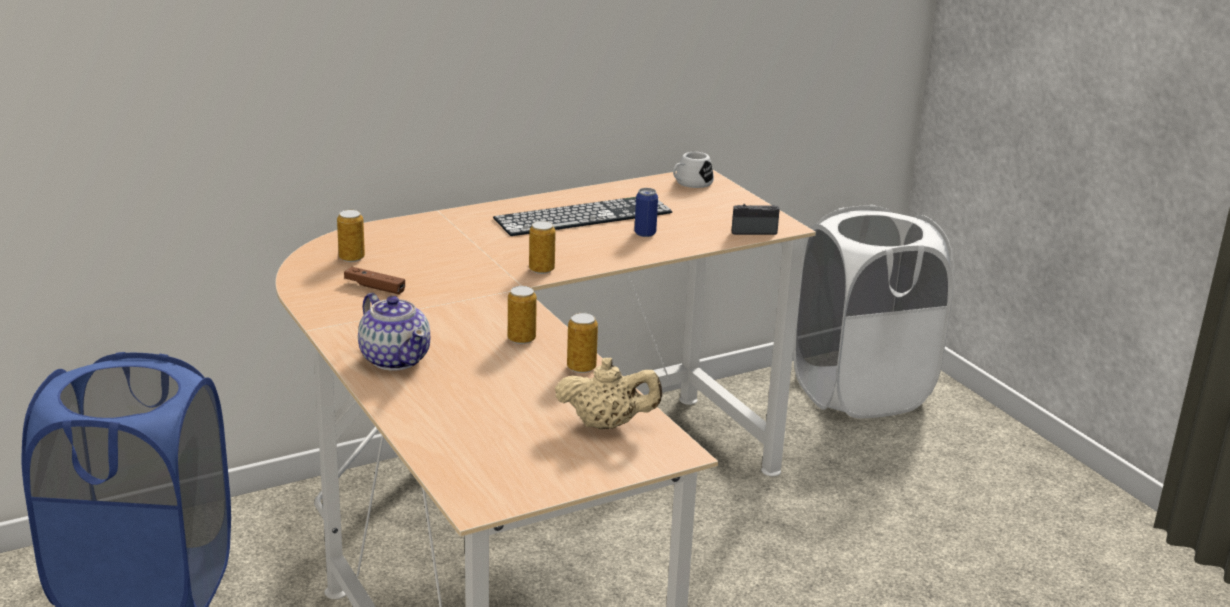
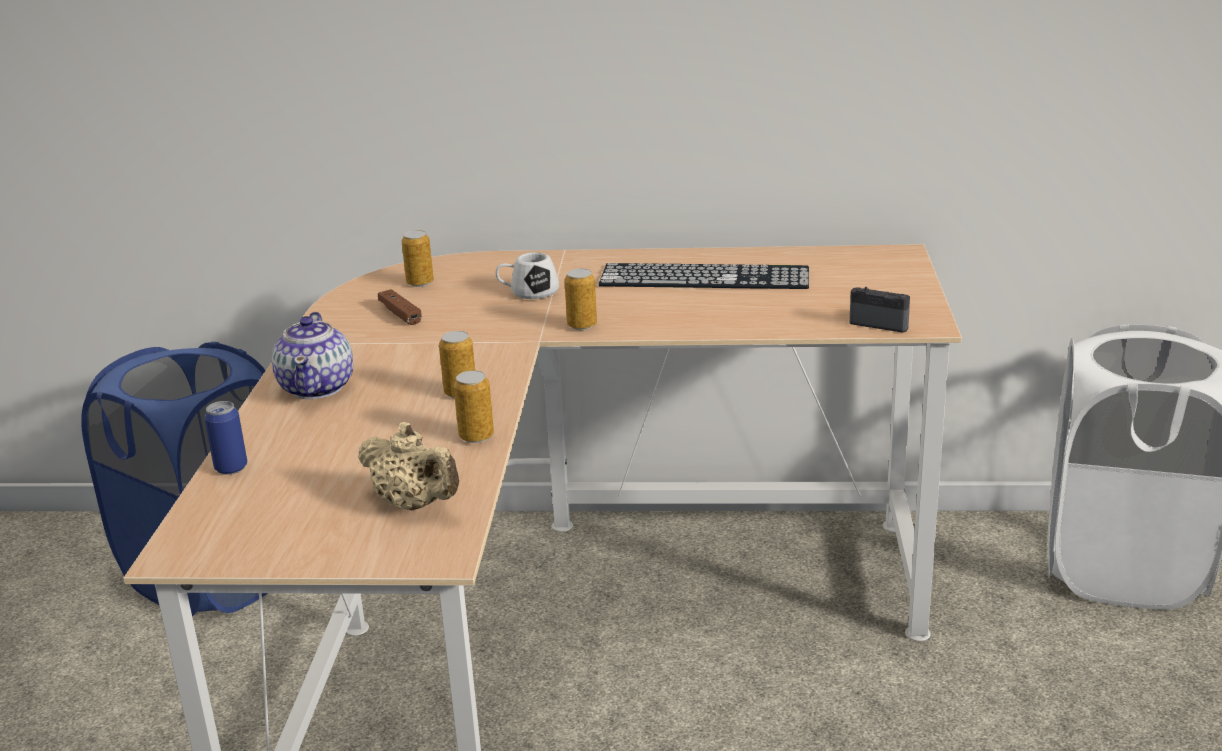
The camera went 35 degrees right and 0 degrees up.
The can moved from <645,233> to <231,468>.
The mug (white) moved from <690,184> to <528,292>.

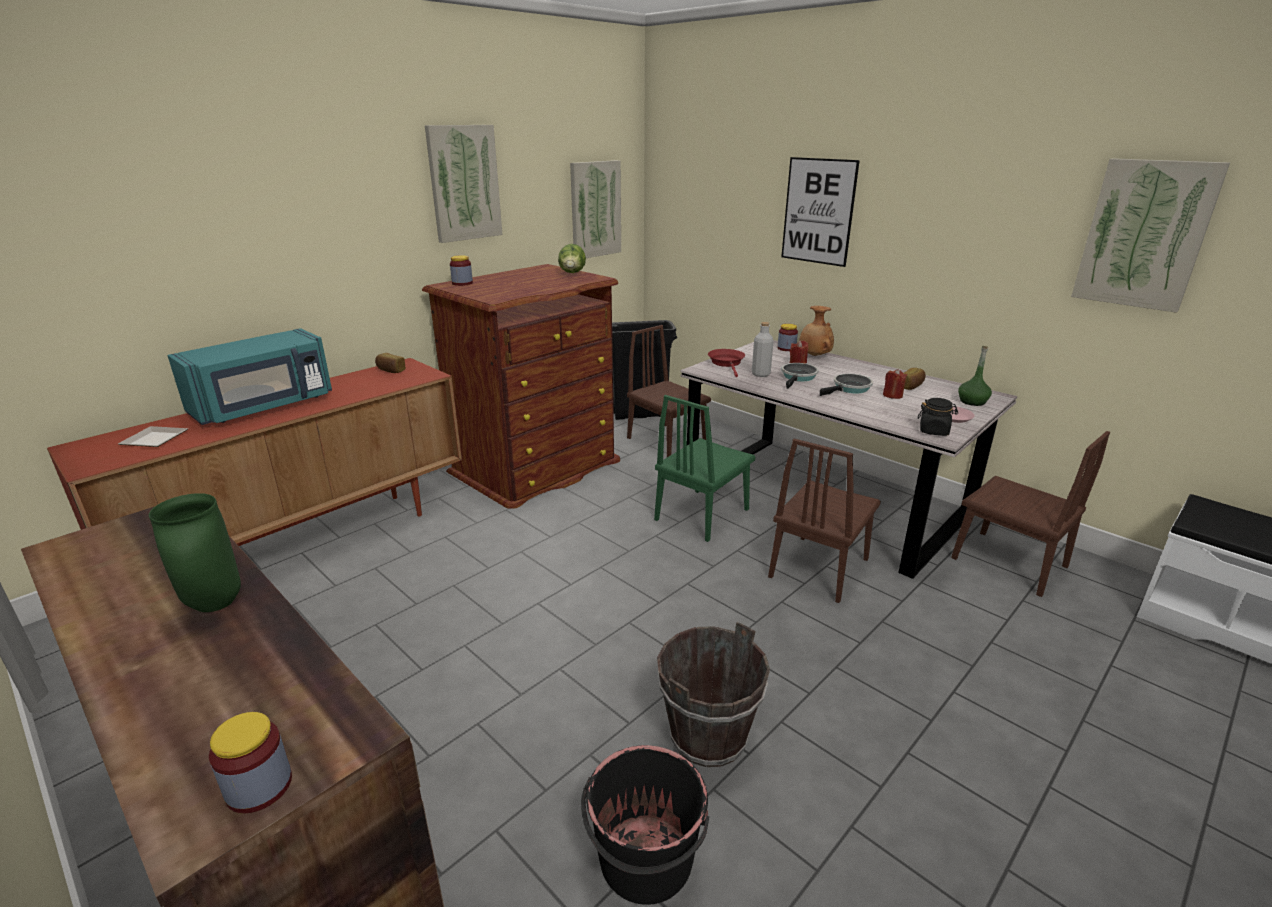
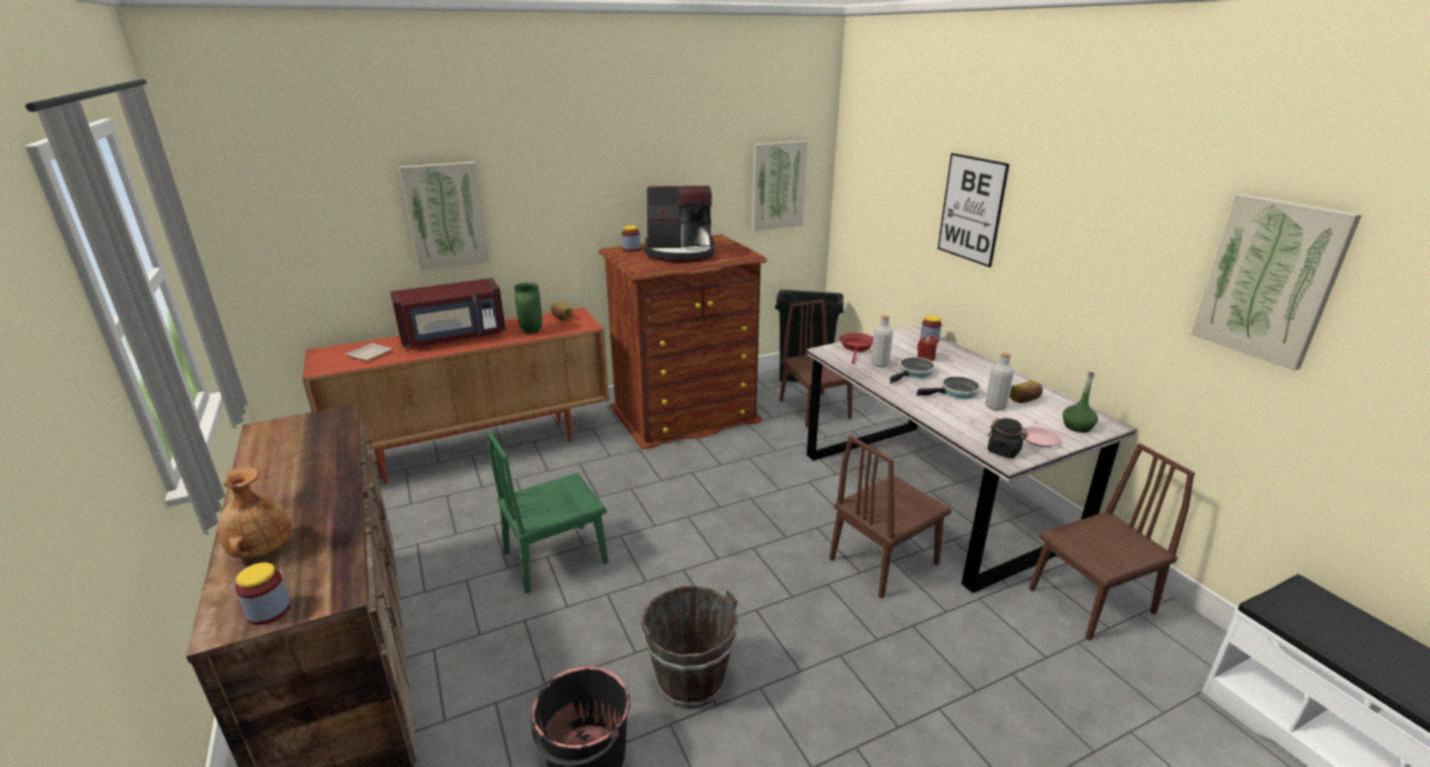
The camera went 20 degrees right and 0 degrees up.
The vase (brown) moved from <814,356> to <262,551>.
The microwave (turquoise) at <264,406> became the microwave (red) at <454,337>.
The picture moved from <464,183> to <446,215>.
The chair (green) moved from <702,514> to <556,557>.
The vase (green) moved from <217,604> to <532,331>.
The coffee machine at <680,253> appeared.
The candle (red) at <892,395> was replaced by the bottle (grey) at <995,406>.
The chair (brown) at <1008,562> turned 90 degrees counterclockwise.
The lettuce at <572,274> disappeared.

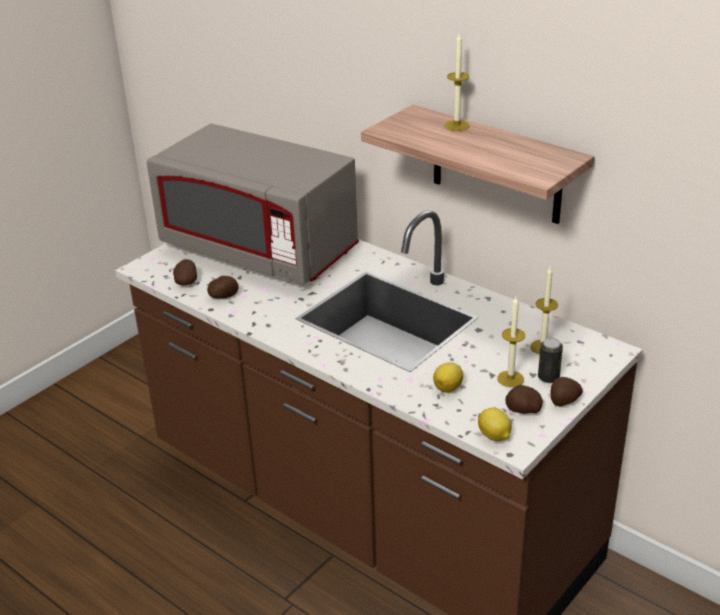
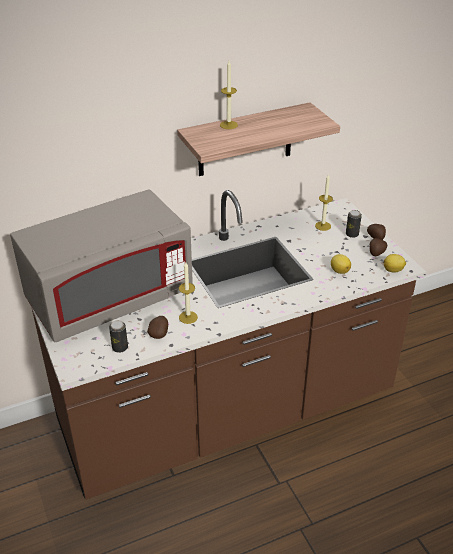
The camera went 65 degrees left and 5 degrees up.
The potato at <186,281> was replaced by the can at <120,347>.
The candle moved from <510,379> to <188,317>.

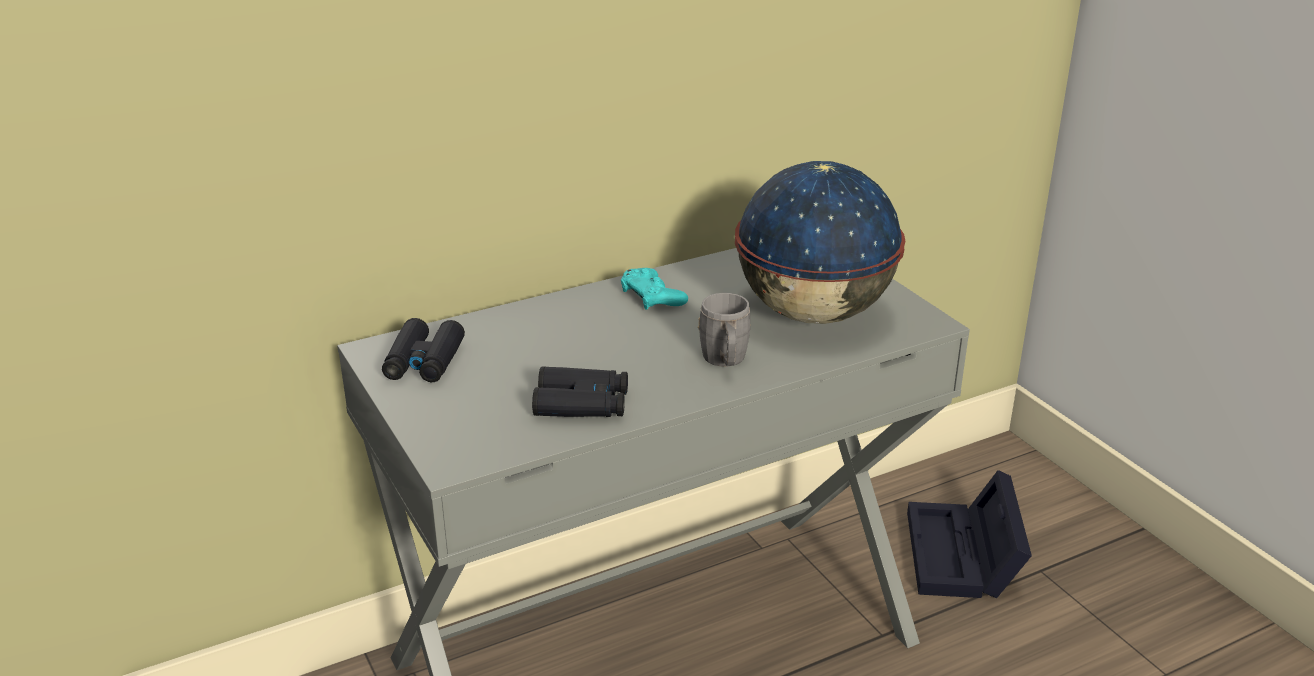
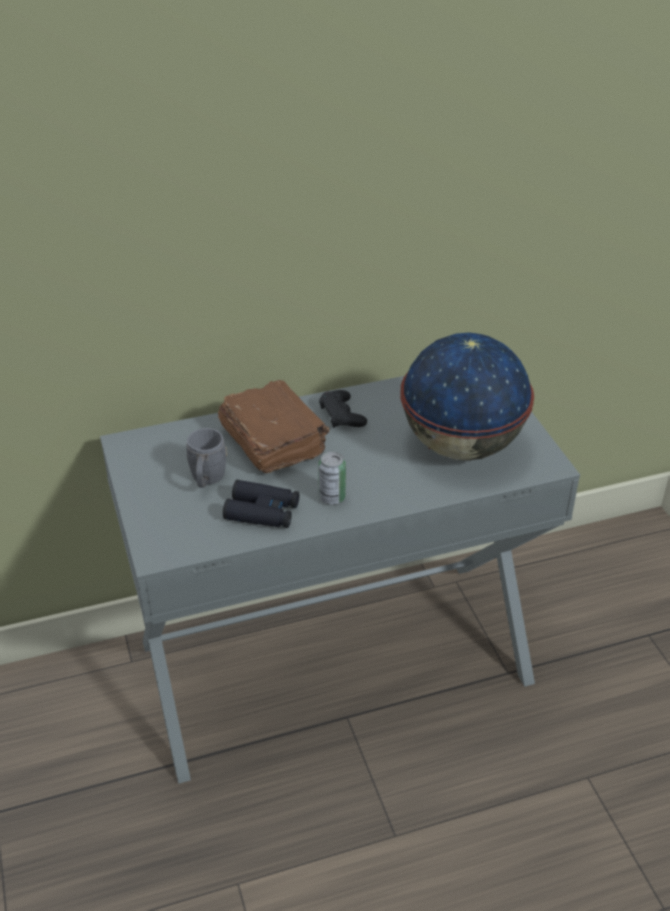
The camera went 10 degrees right and 10 degrees up.
The mug (grey) moved from <725,362> to <207,480>.
The book (brown) at <273,441> appeared.
The can at <332,497> appeared.
The game controller (turquoise) at <652,297> became the game controller (black) at <342,415>.
The binoculars (black) at <424,362> disappeared.
The storage box (black) at <964,557> disappeared.

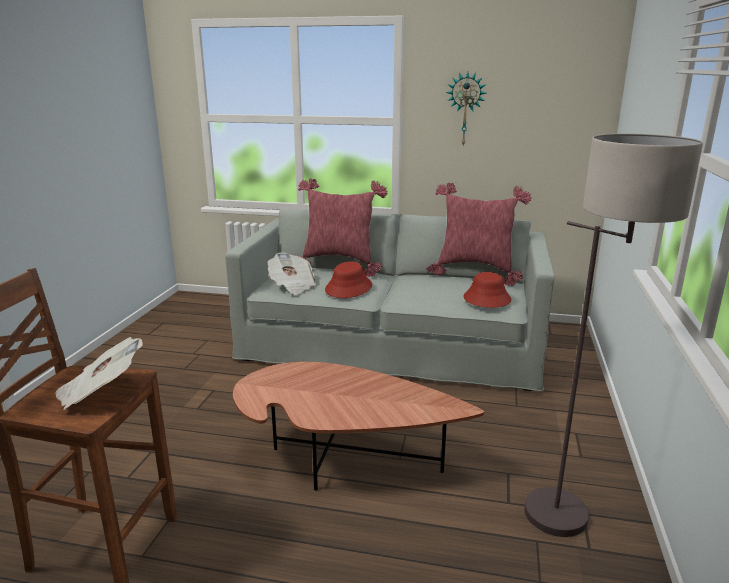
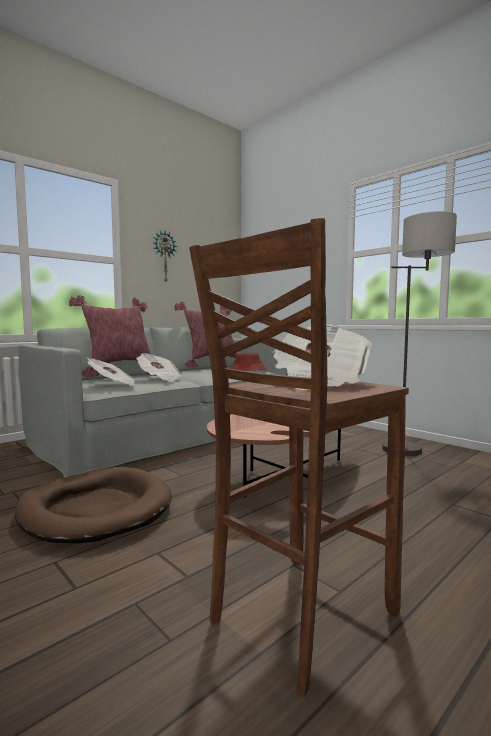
The camera went 55 degrees left and 15 degrees down.
The dog bed (brown) at <96,509> appeared.
The hat (red) at <349,288> was replaced by the newspaper at <159,379>.

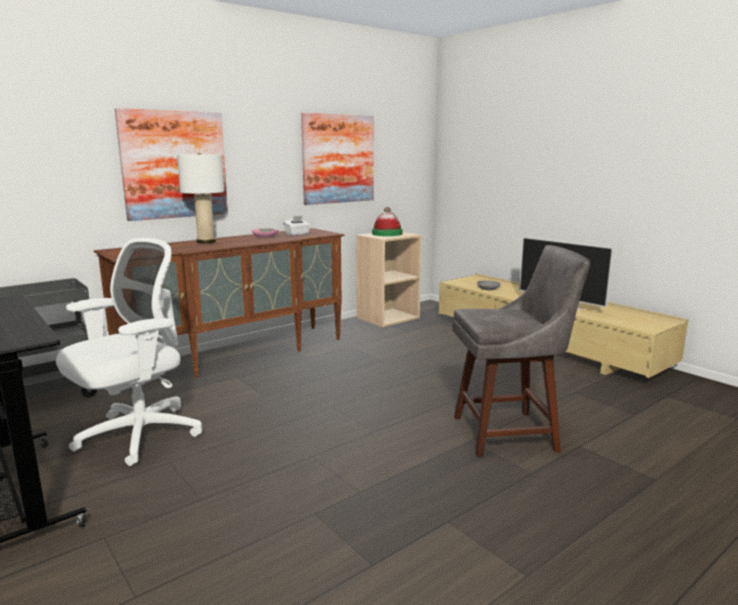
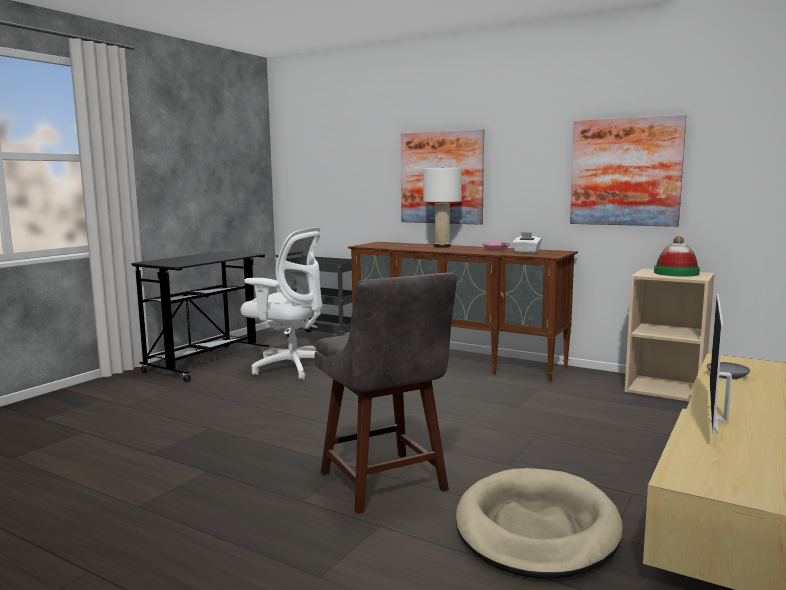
The camera went 70 degrees right and 5 degrees down.
The dog bed (beige) at <536,528> appeared.

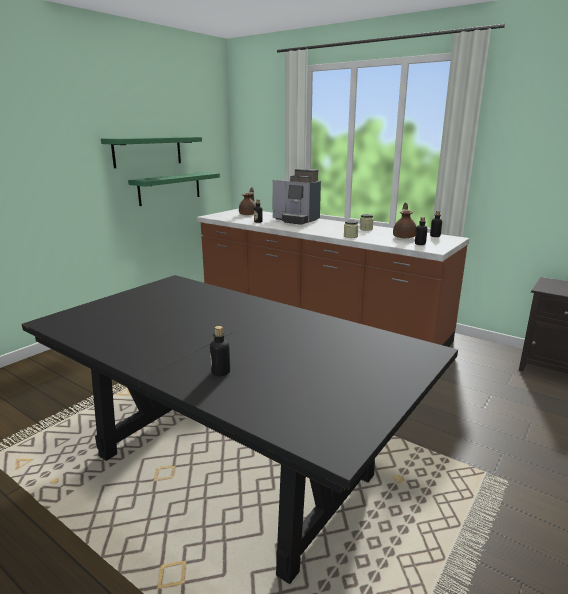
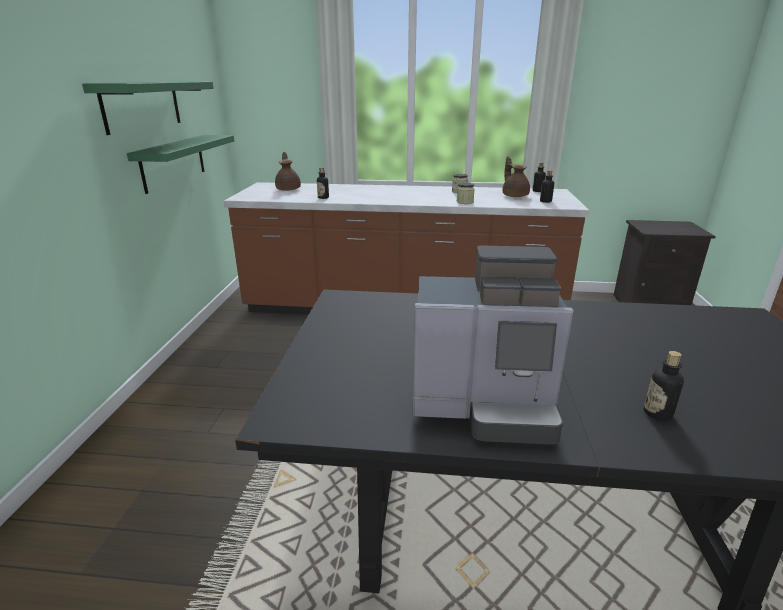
The camera went 30 degrees left and 5 degrees up.
The coffee machine moved from <296,220> to <485,406>.

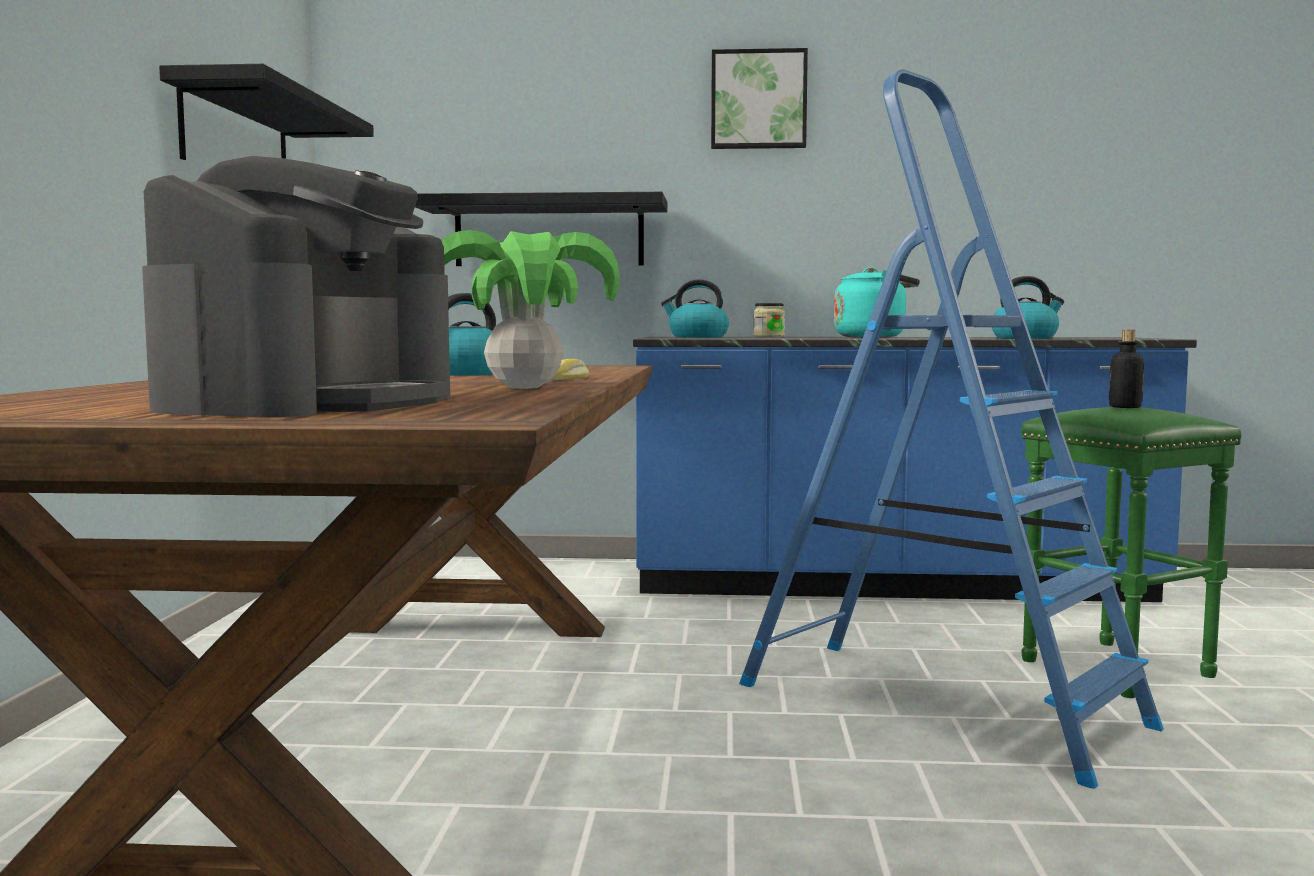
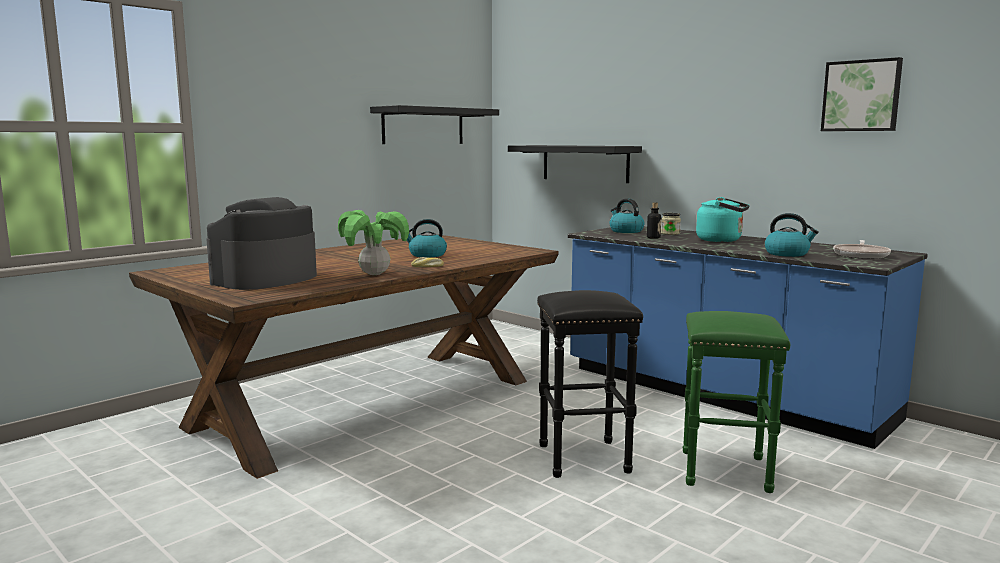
The camera went 40 degrees right and 5 degrees up.
The coffee machine at <311,403> turned 150 degrees clockwise.
The step ladder (blue) at <941,705> was replaced by the stool (black) at <585,457>.
The bottle moved from <1125,407> to <653,237>.
The picture moved from <758,100> to <861,96>.
The frying pan at <861,255> appeared.

